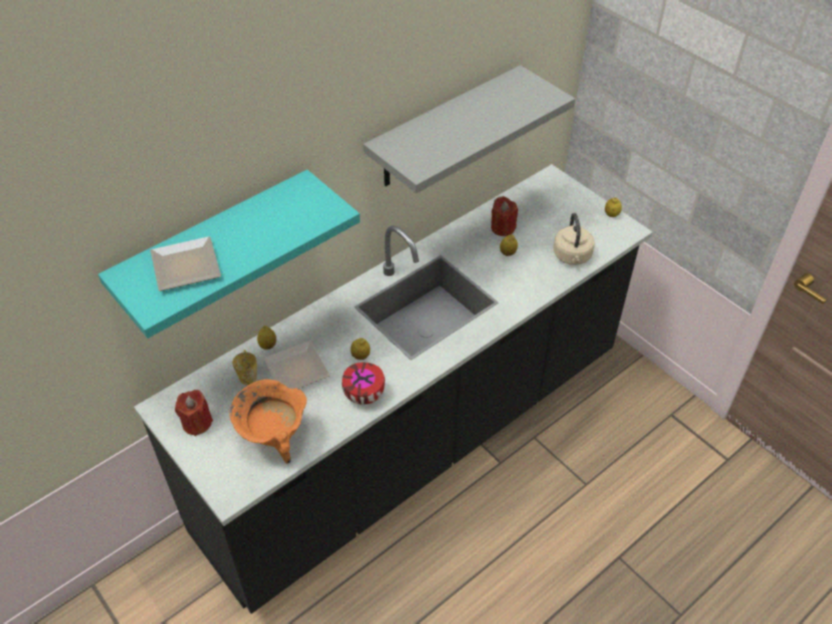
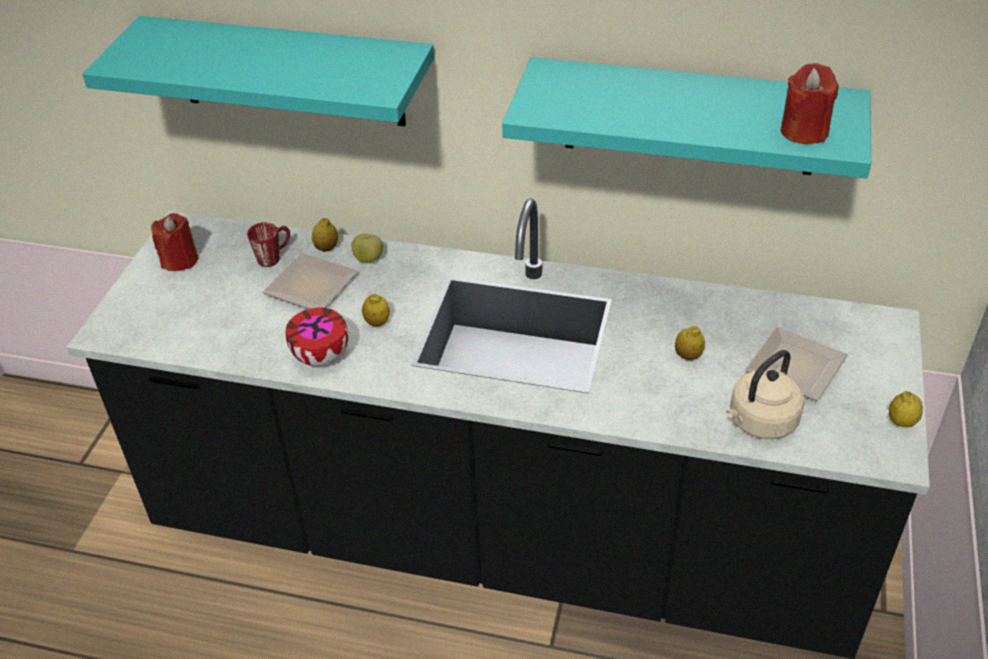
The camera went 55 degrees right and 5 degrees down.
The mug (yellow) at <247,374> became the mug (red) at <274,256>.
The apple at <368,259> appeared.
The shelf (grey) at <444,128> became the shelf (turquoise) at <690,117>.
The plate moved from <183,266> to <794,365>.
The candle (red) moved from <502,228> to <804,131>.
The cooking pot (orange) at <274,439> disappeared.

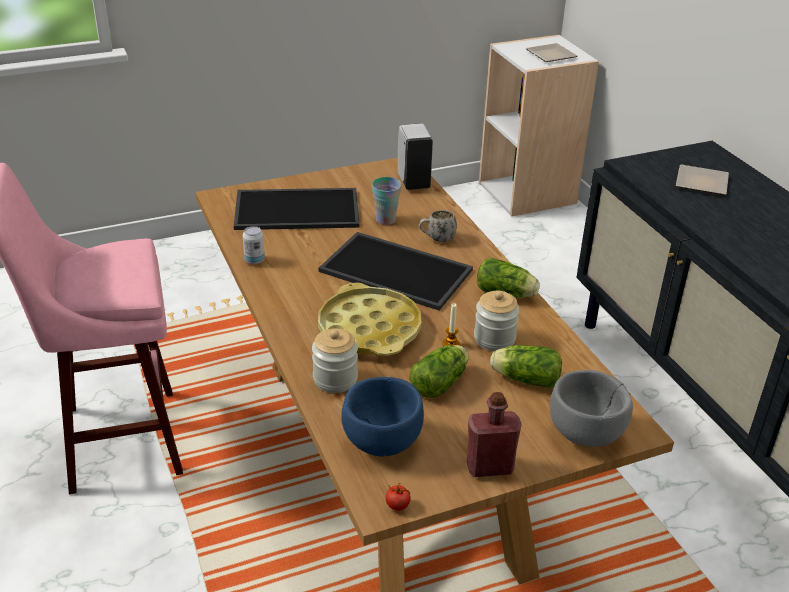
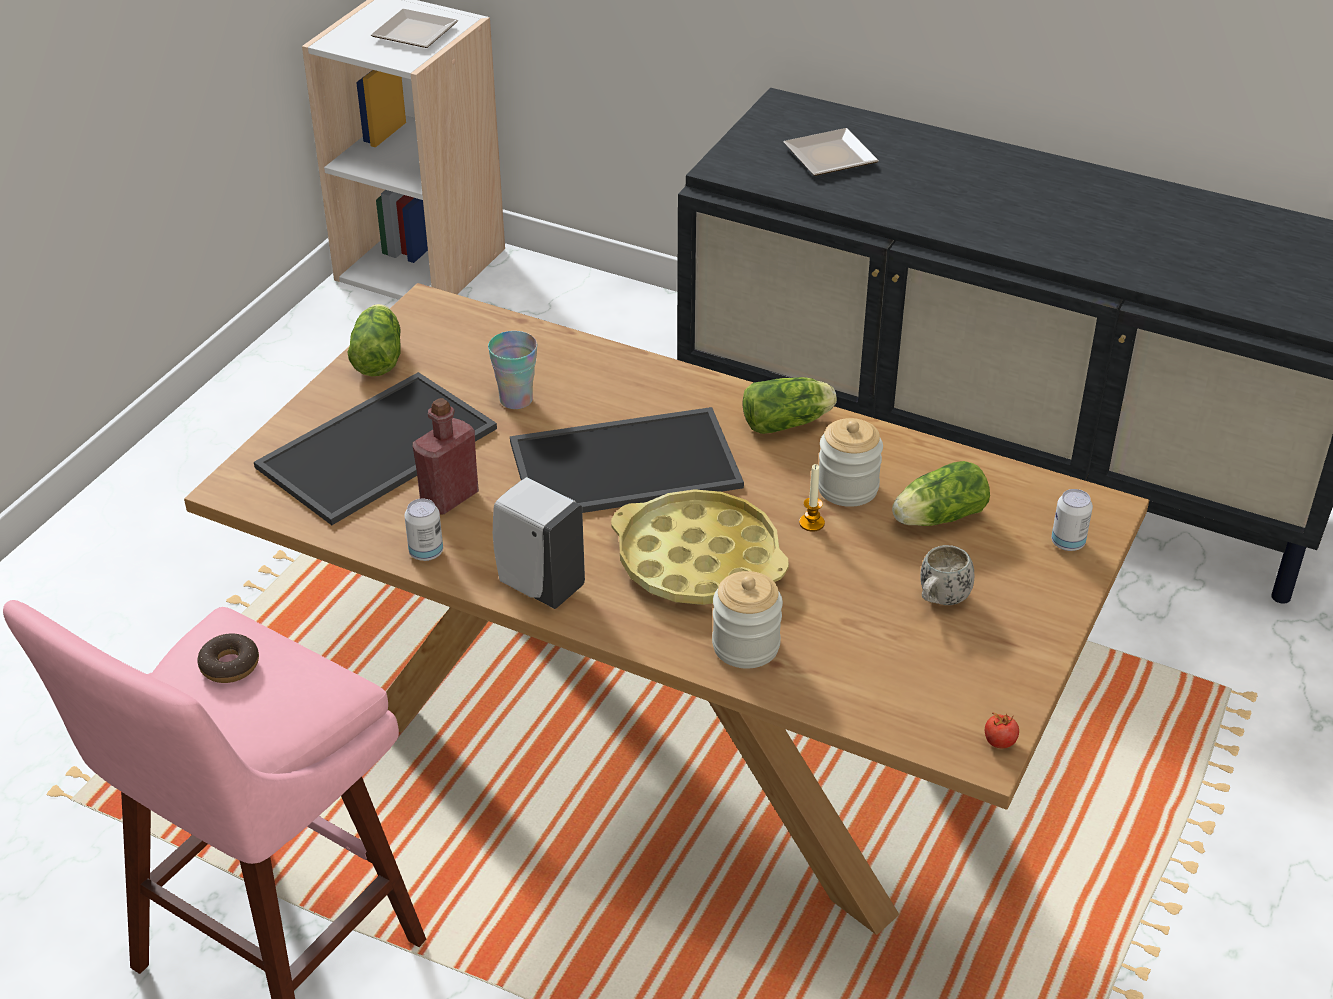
The camera went 40 degrees left and 5 degrees up.
The donut at <229,665> appeared.
The lettuce moved from <441,382> to <378,355>.
The bottle (red) moved from <489,467> to <449,498>.
The soap dispenser (white) moved from <413,182> to <538,585>.
The mug (white) moved from <436,239> to <940,600>.
The bowl (grey) at <585,434> was replaced by the can at <1067,543>.
The bowl (blue) at <382,441> disappeared.

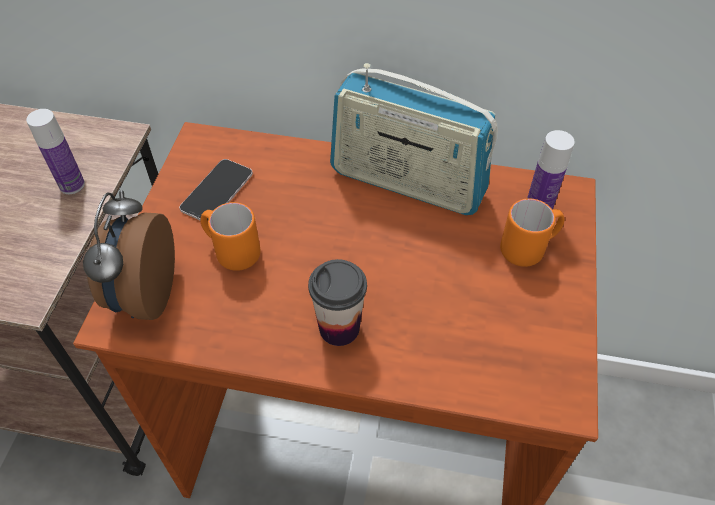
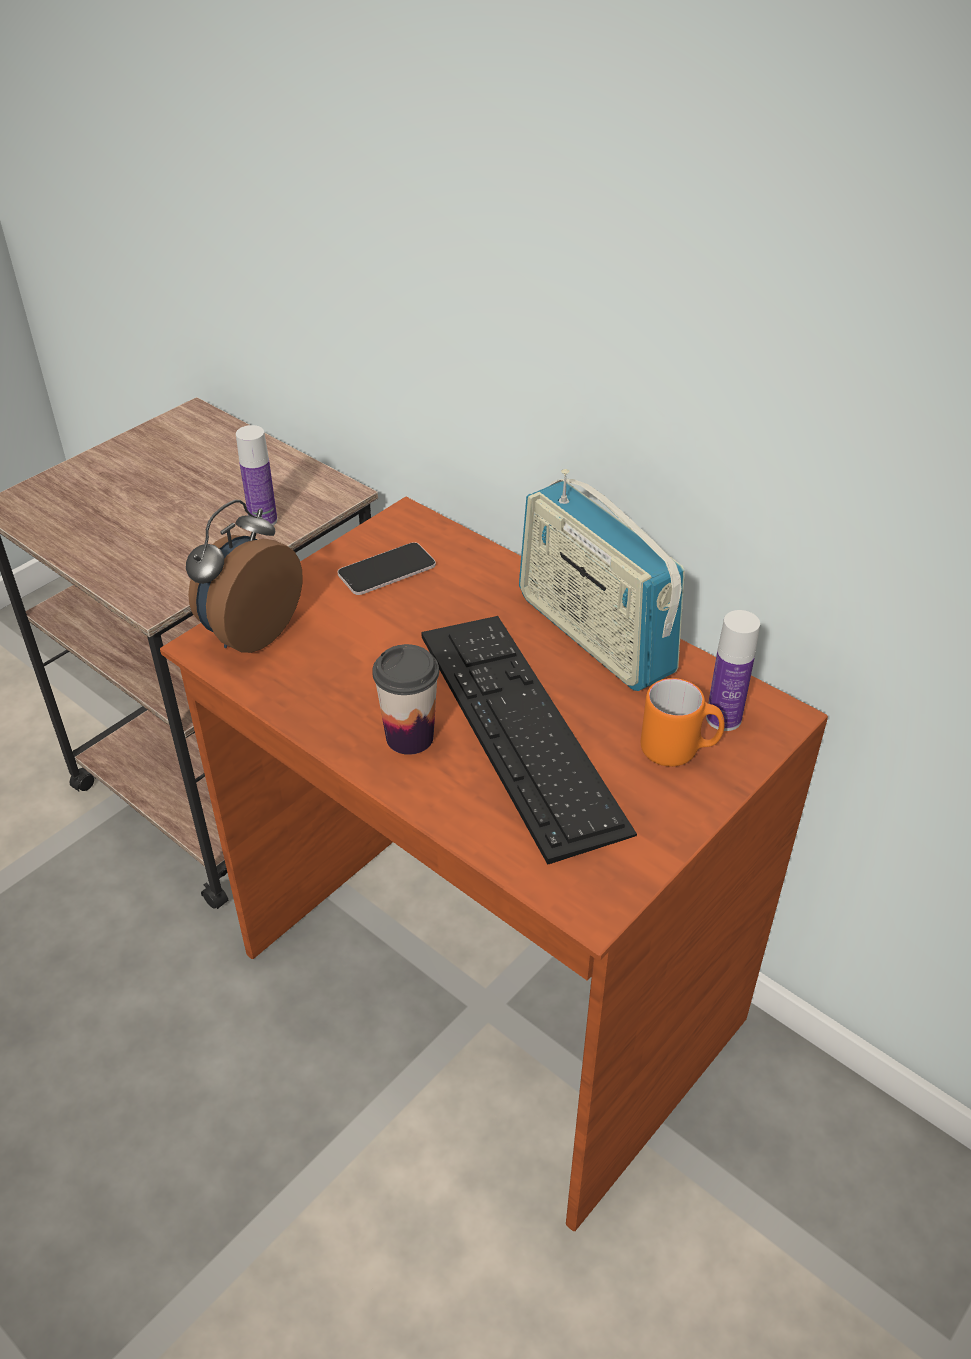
The camera went 30 degrees right and 10 degrees down.
The keyboard at <520,728> appeared.
The mug (orange) at <232,251> disappeared.

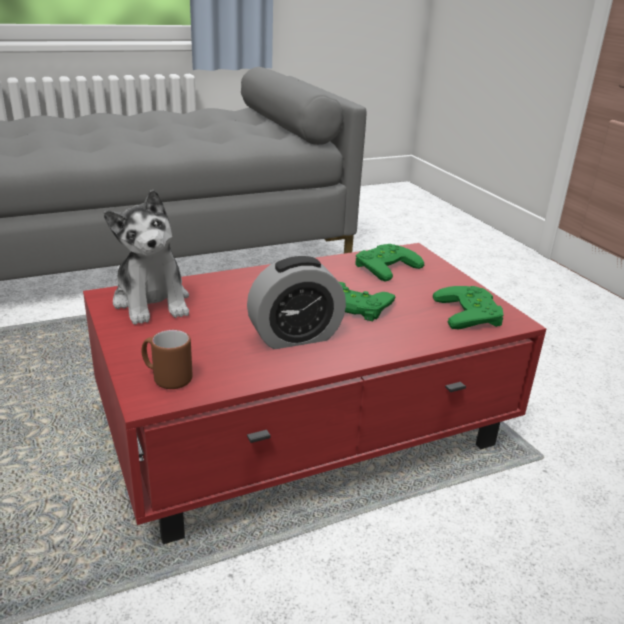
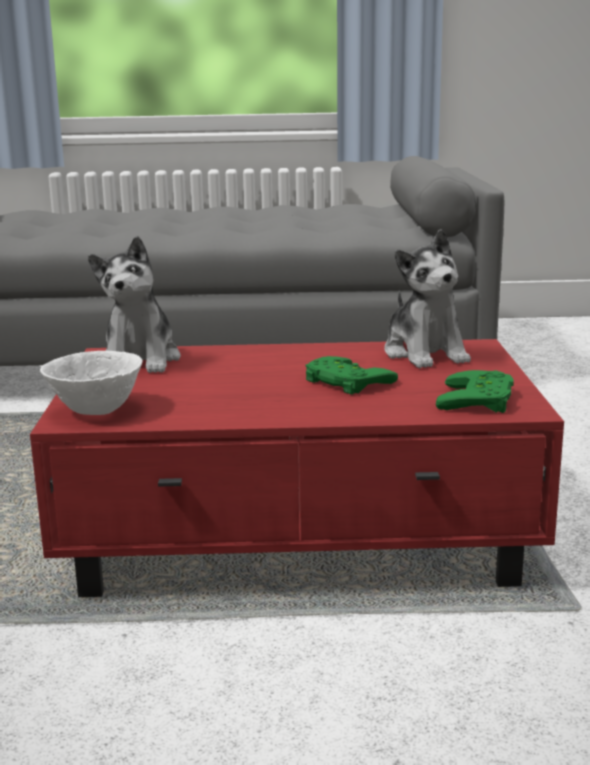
The camera went 25 degrees right and 10 degrees down.
The mug (brown) at <167,378> was replaced by the bowl (white) at <95,411>.
The game controller (green) at <384,265> was replaced by the plush toy at <425,354>.
The alarm clock at <295,337> disappeared.

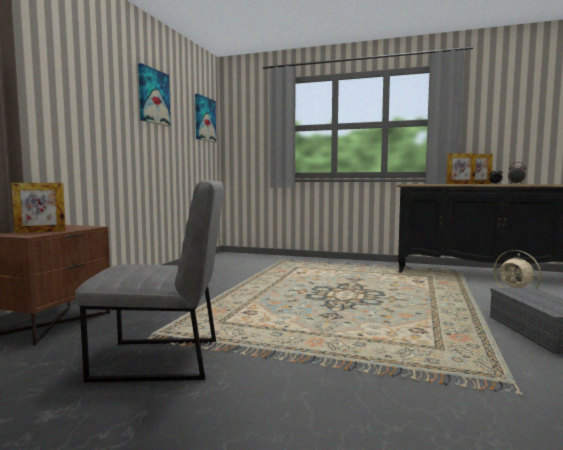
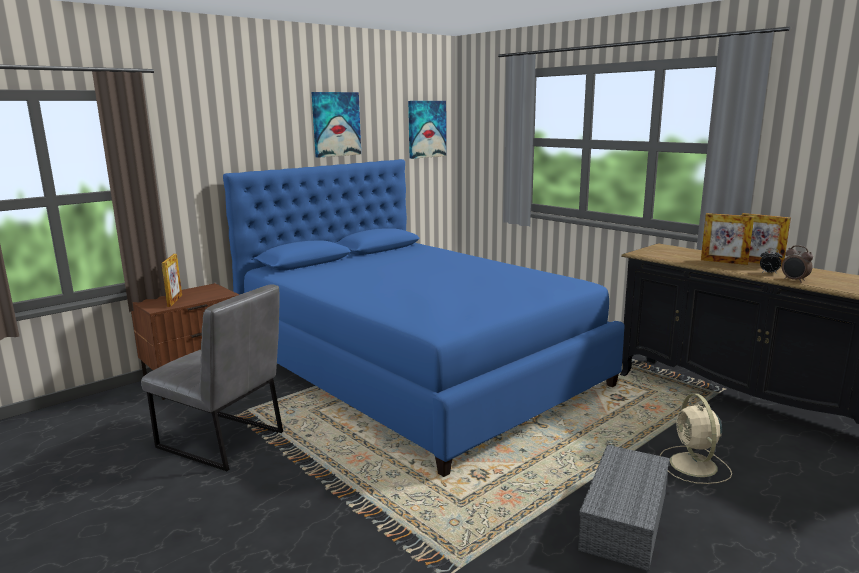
The camera went 30 degrees right and 10 degrees up.
The picture frame at <40,231> turned 105 degrees counterclockwise.
The bed (blue) at <416,369> appeared.

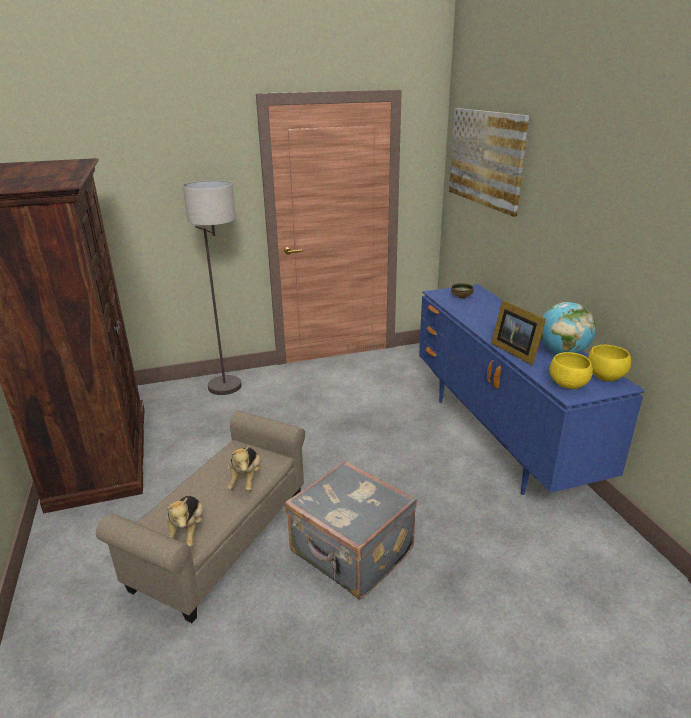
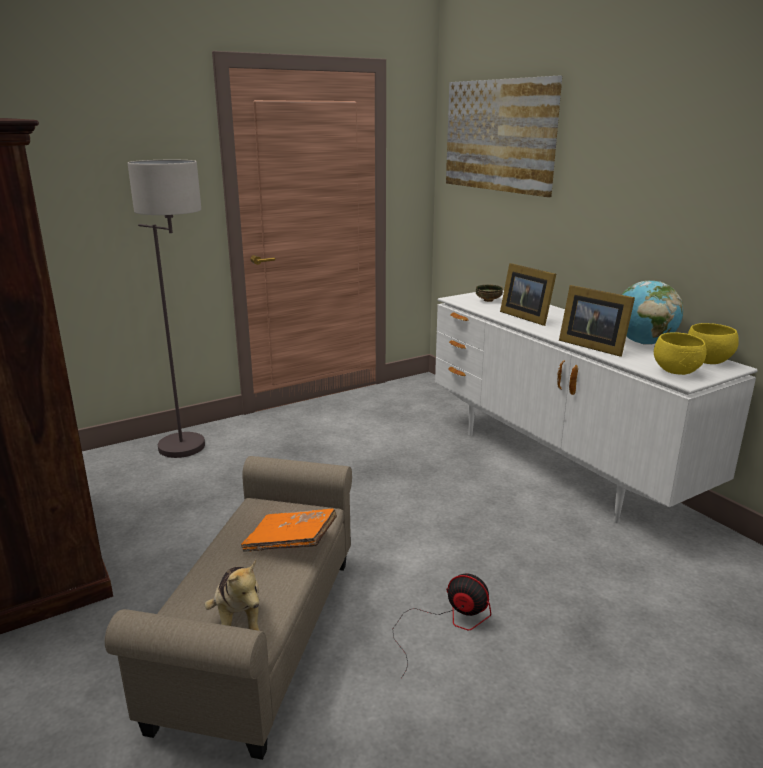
The camera went 15 degrees left and 5 degrees down.
The plush toy at <246,479> was replaced by the book (orange) at <291,543>.
The suitcase (grey) at <351,553> was replaced by the fan at <446,624>.
The dresser (blue) at <497,437> became the dresser (white) at <555,465>.
The picture frame at <525,317> appeared.

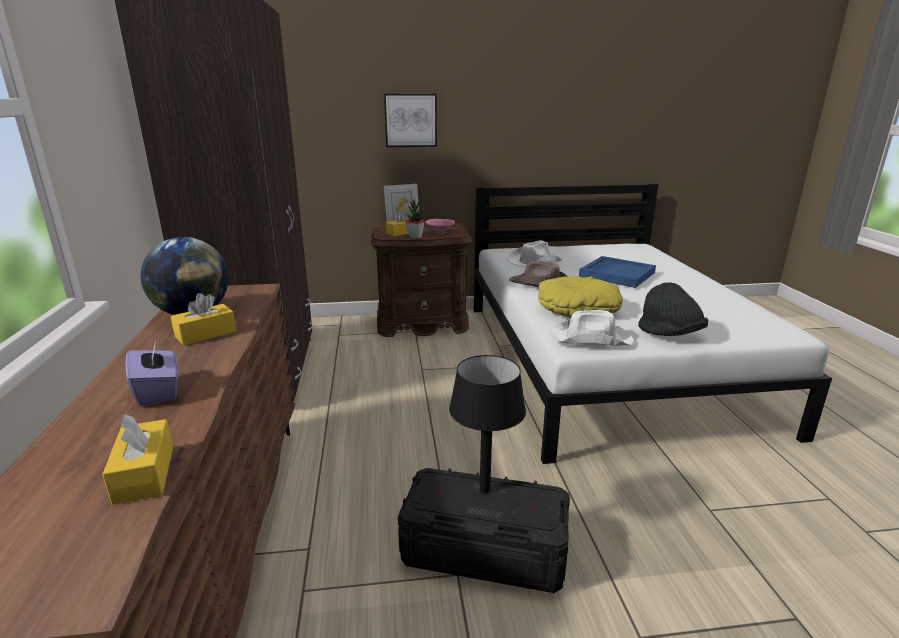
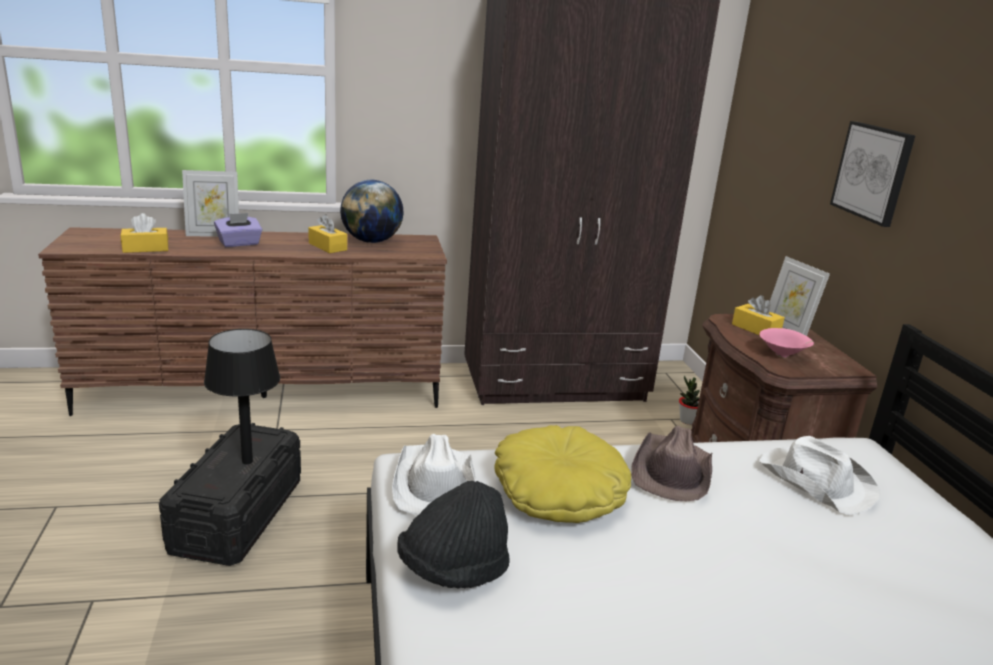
The camera went 85 degrees right and 0 degrees up.
The picture frame at <213,235> appeared.
The potted plant moved from <415,237> to <687,421>.
The tray (blue) at <616,274> disappeared.

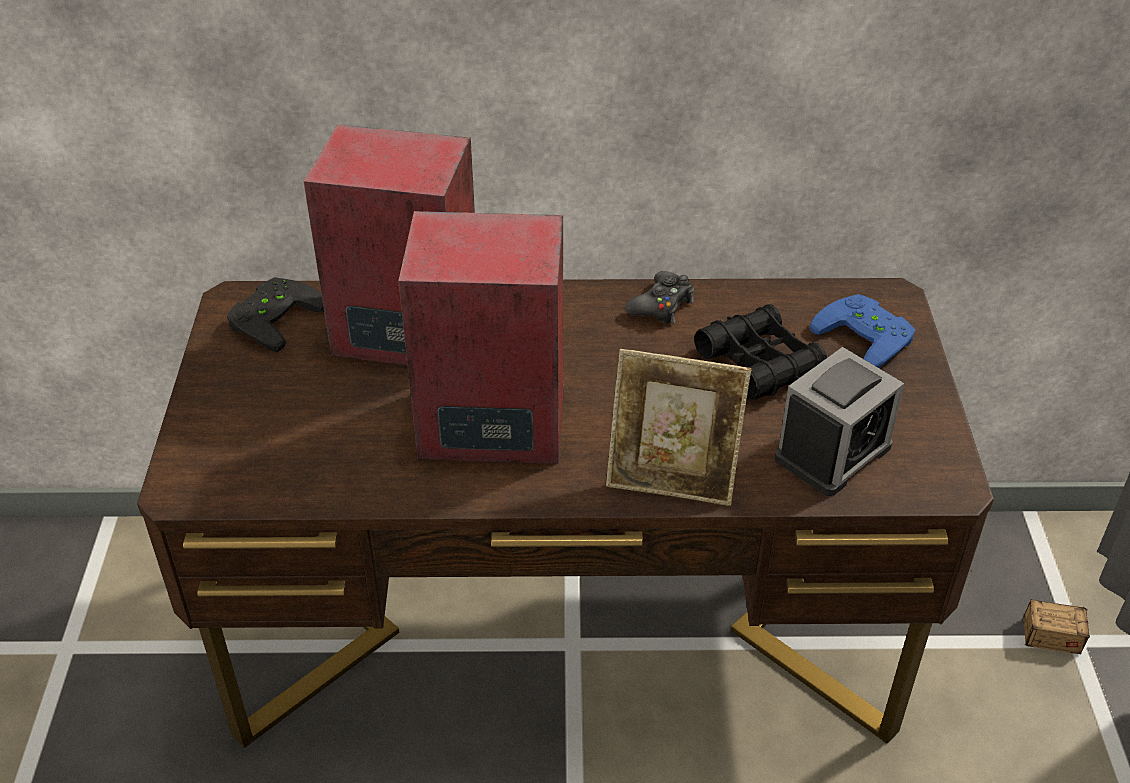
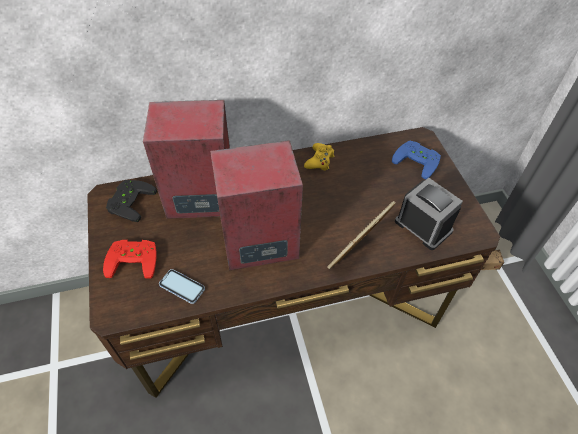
The camera went 15 degrees left and 10 degrees up.
The game controller (red) at <134,258> appeared.
The phone at <182,287> appeared.
The game controller (black) at <662,305> became the game controller (yellow) at <319,161>.
The picture frame at <672,479> turned 135 degrees clockwise.
The alarm clock at <833,452> turned 75 degrees counterclockwise.
The binoculars (black) at <759,363> disappeared.

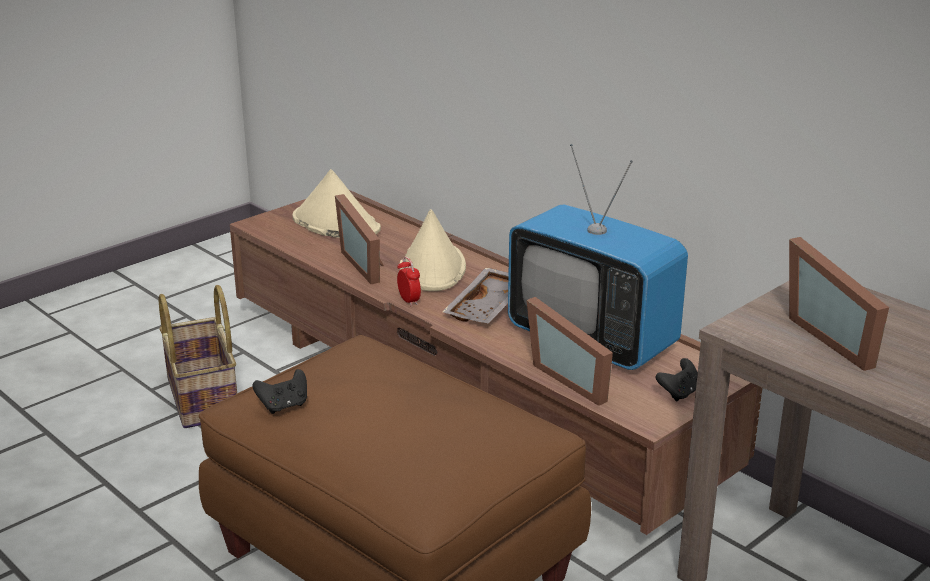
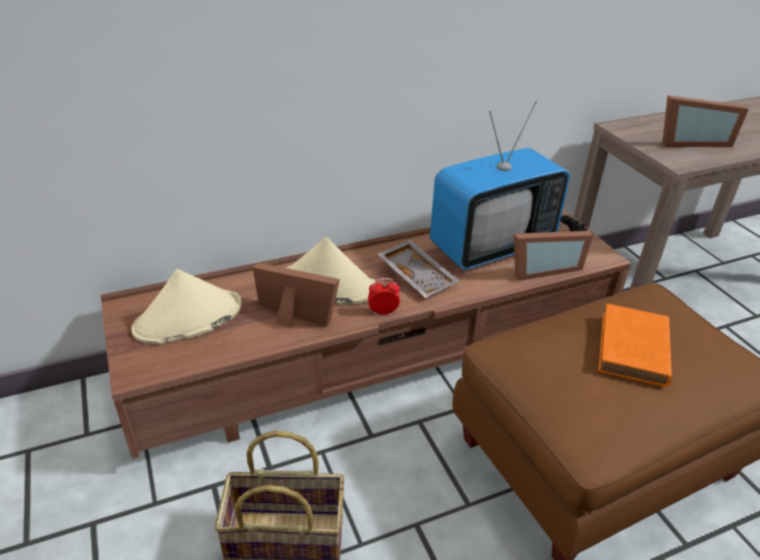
The camera went 70 degrees left and 10 degrees up.
The picture frame at <366,263> turned 150 degrees counterclockwise.
The book (orange) at <633,351> appeared.
The game controller (black) at <284,406> disappeared.

